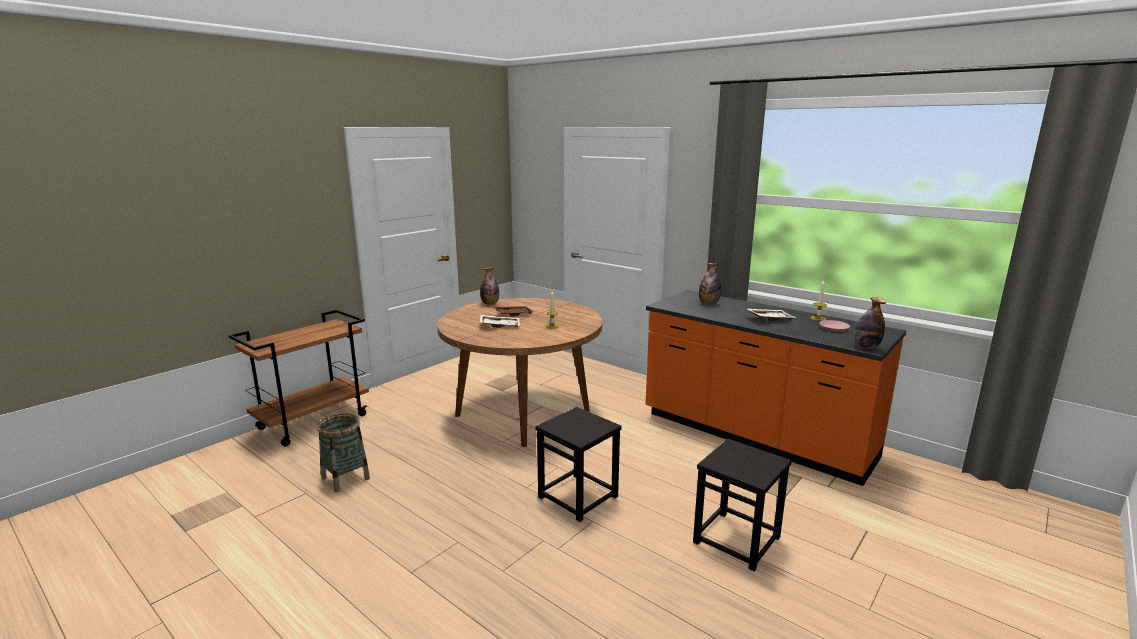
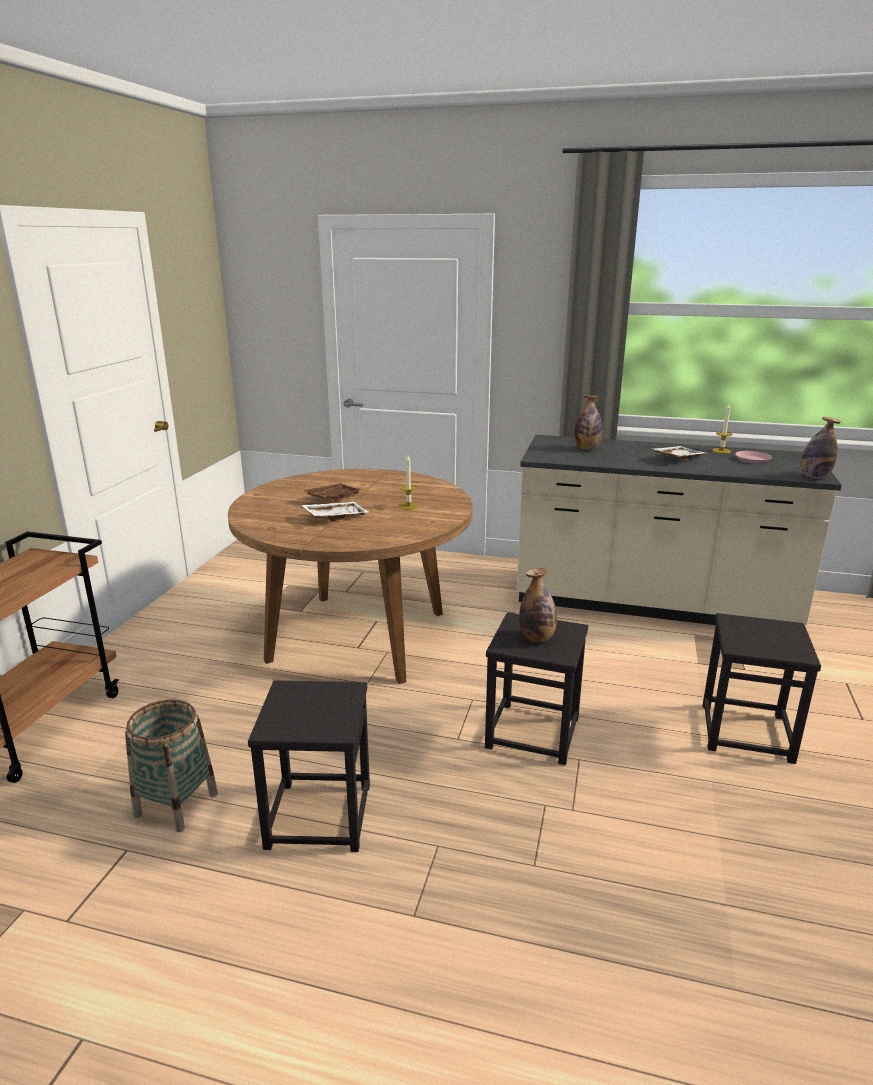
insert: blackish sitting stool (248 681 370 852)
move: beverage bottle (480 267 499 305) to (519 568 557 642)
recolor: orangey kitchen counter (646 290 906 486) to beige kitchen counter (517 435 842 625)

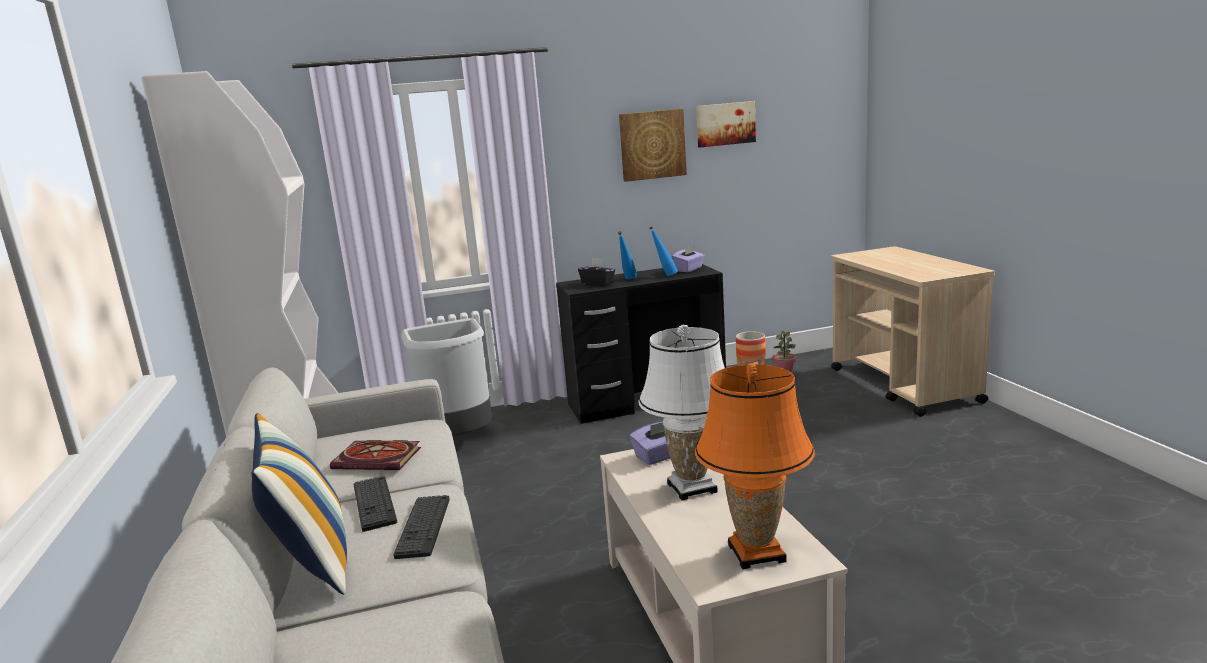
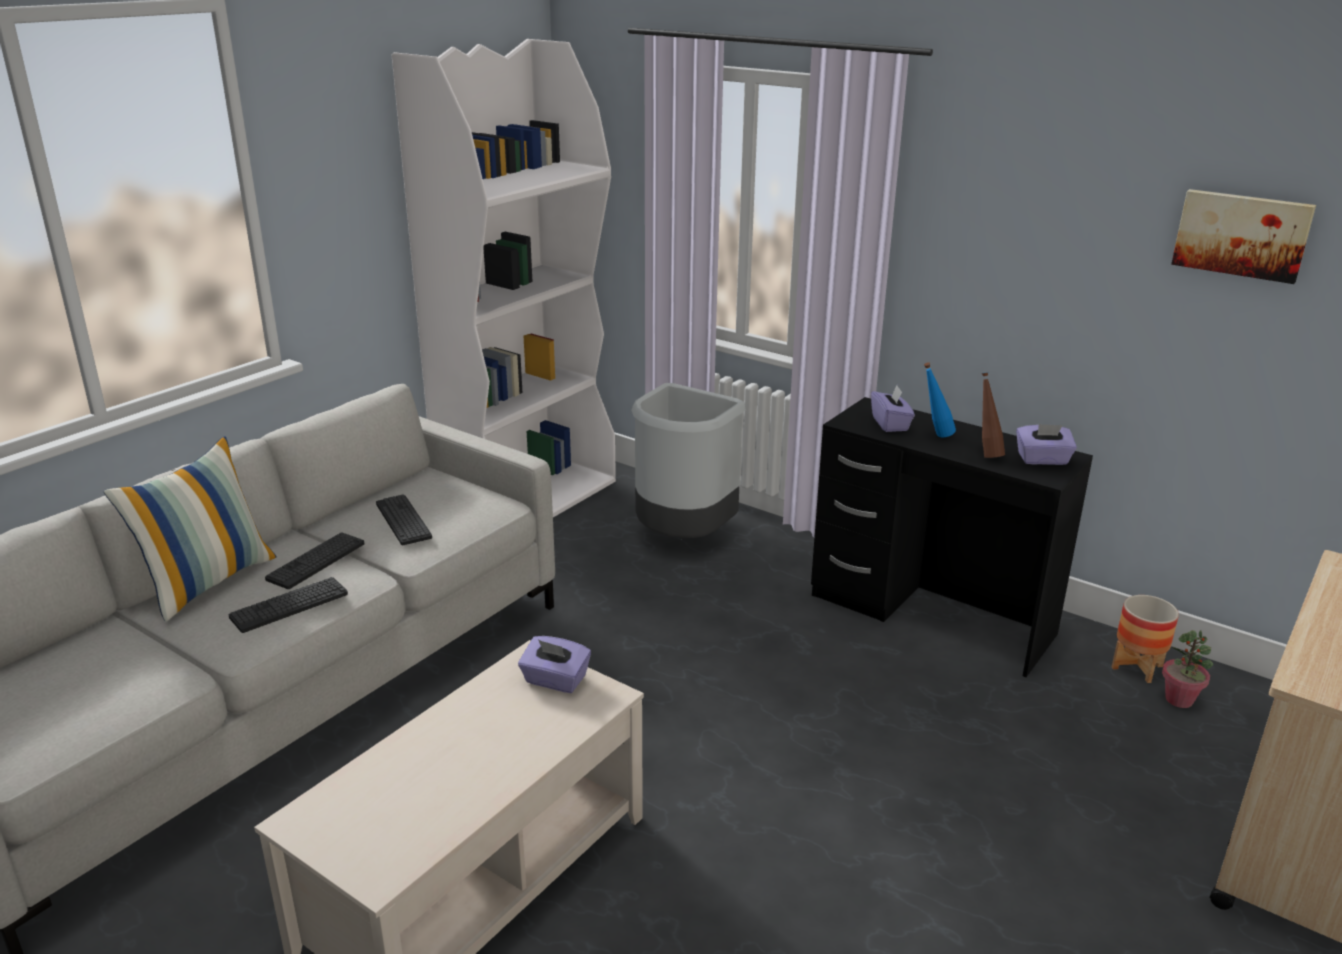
delete: picture (619 109 687 182); whitish tabletop lamp (638 325 725 501); orangey tabletop lamp (695 363 815 569)
replace: bound book (330 440 421 470) to PC keyboard (376 494 432 545)
recolor: blackish tissue holder (578 258 615 286) to purplish tissue holder (871 386 915 432); blue-coloured beverage bottle (650 226 678 276) to brown beverage bottle (982 372 1005 458)

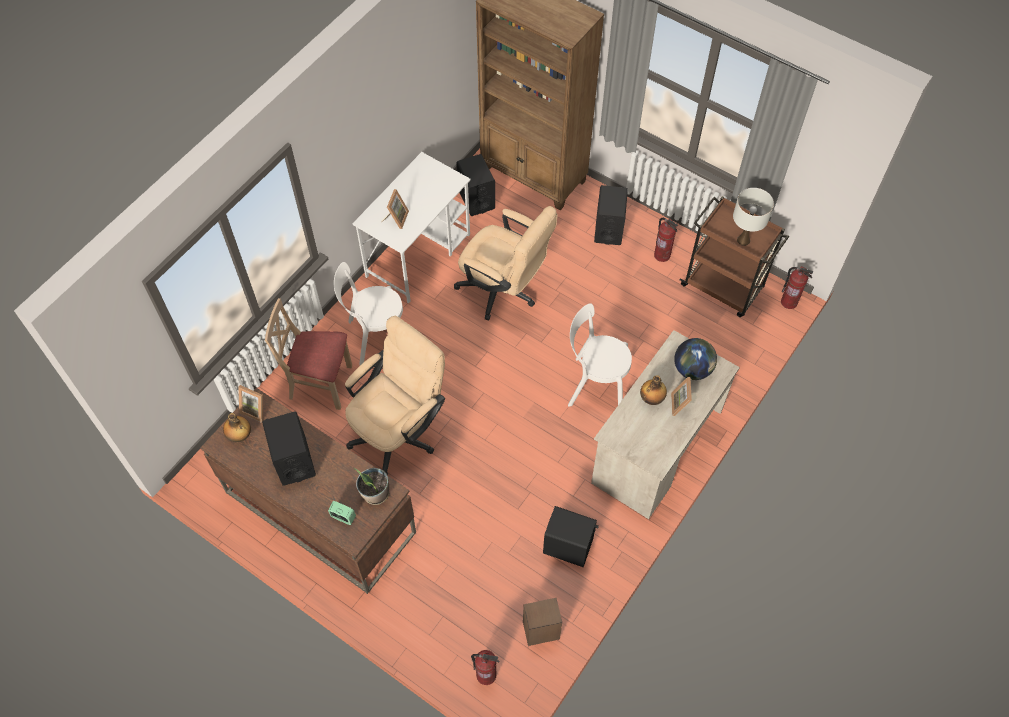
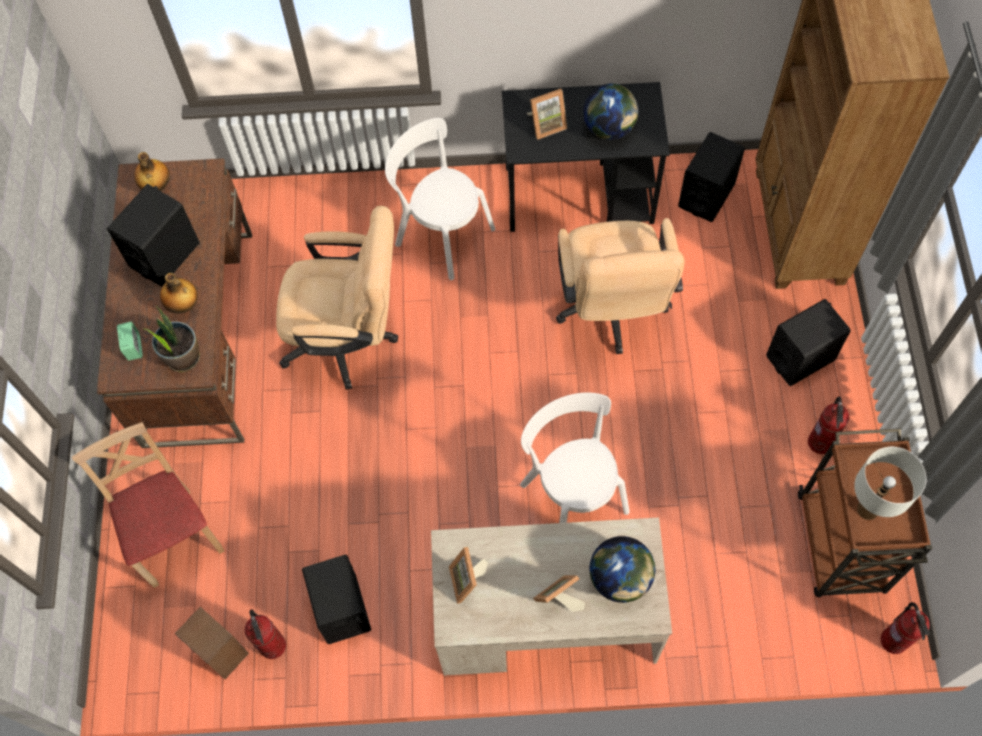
insert: desk globe (583 83 639 140)
move: beige plain chair (265 298 352 410) to (72 422 224 588); beverage bottle (640 375 667 405) to (160 273 198 314); extinguisher (471 650 499 685) to (244 609 286 659); standing frame (238 385 263 423) to (449 547 488 604)
recolor: whitish desk (352 152 471 303) to blackish desk (502 82 670 232)

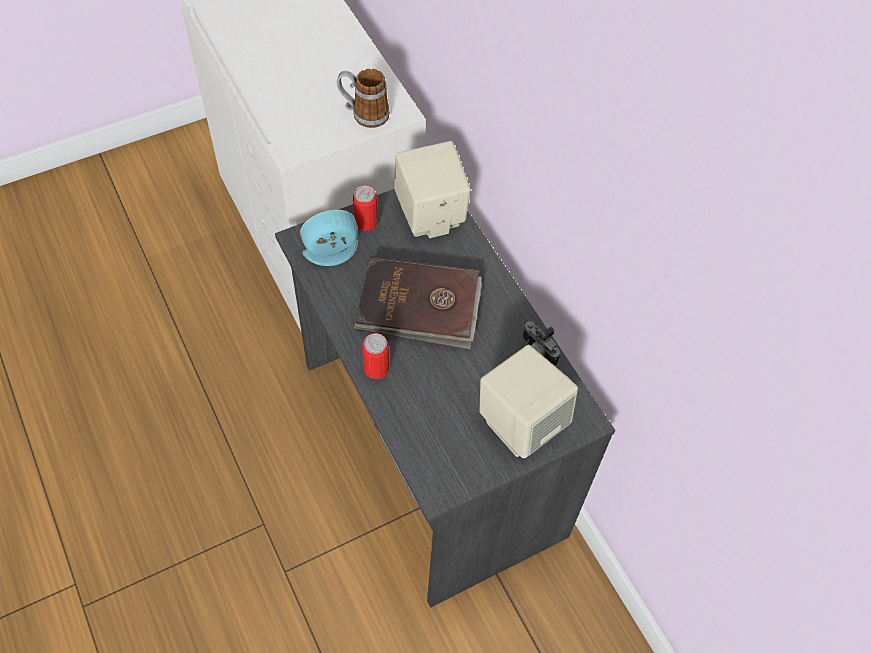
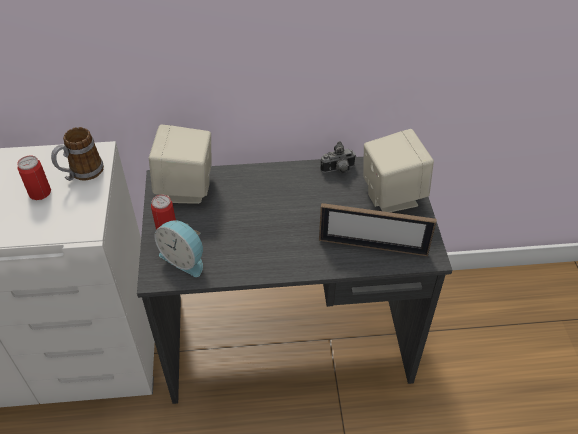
delete: brown bound book (354 256 482 349)
insert: standing frame (319 203 437 256)
move: sealed can (362 333 389 379) to (17 155 51 200)
rotate: alarm clock (300 210 358 266) = (154 220 203 277) 60 degrees counterclockwise

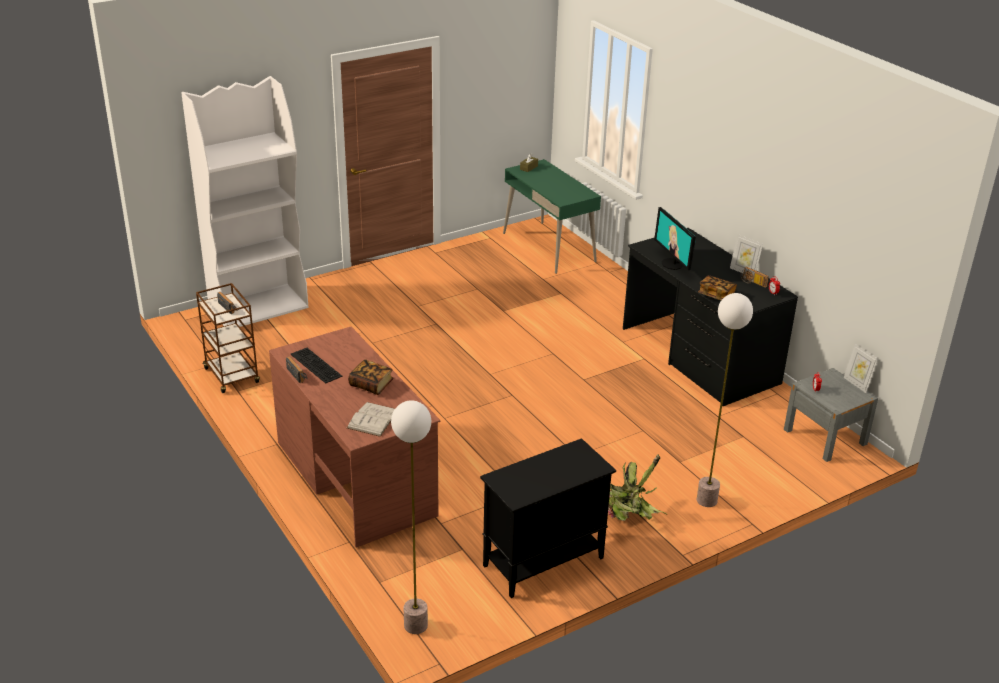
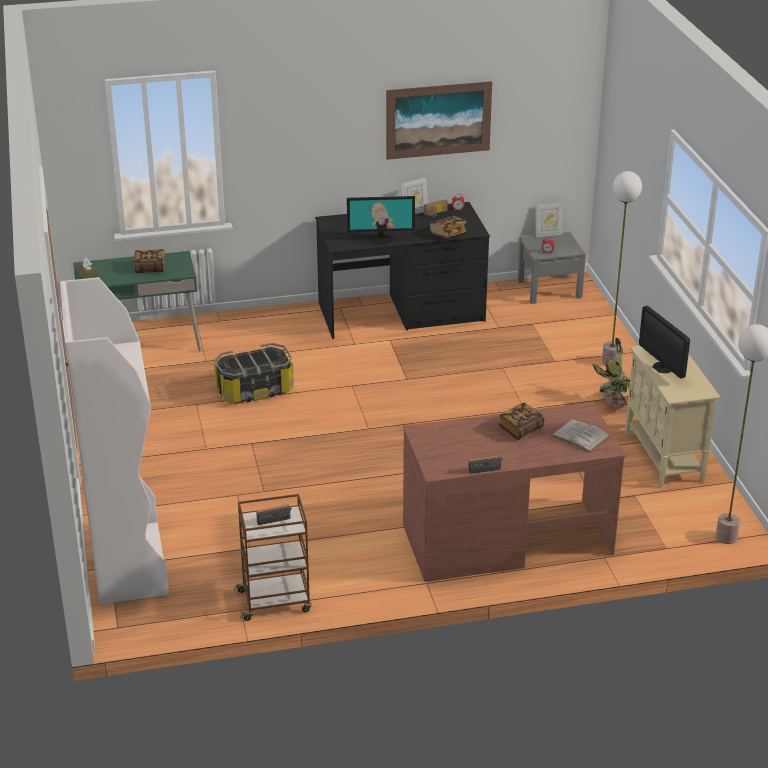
delete: PC keyboard (291 348 342 384)
insert: bound book (134 249 165 273); storage container (214 343 294 404); picture (386 81 492 160); computer display (639 306 690 378)
recolor: blackish cupboard (480 438 616 598) to beige cupboard (625 346 720 489)

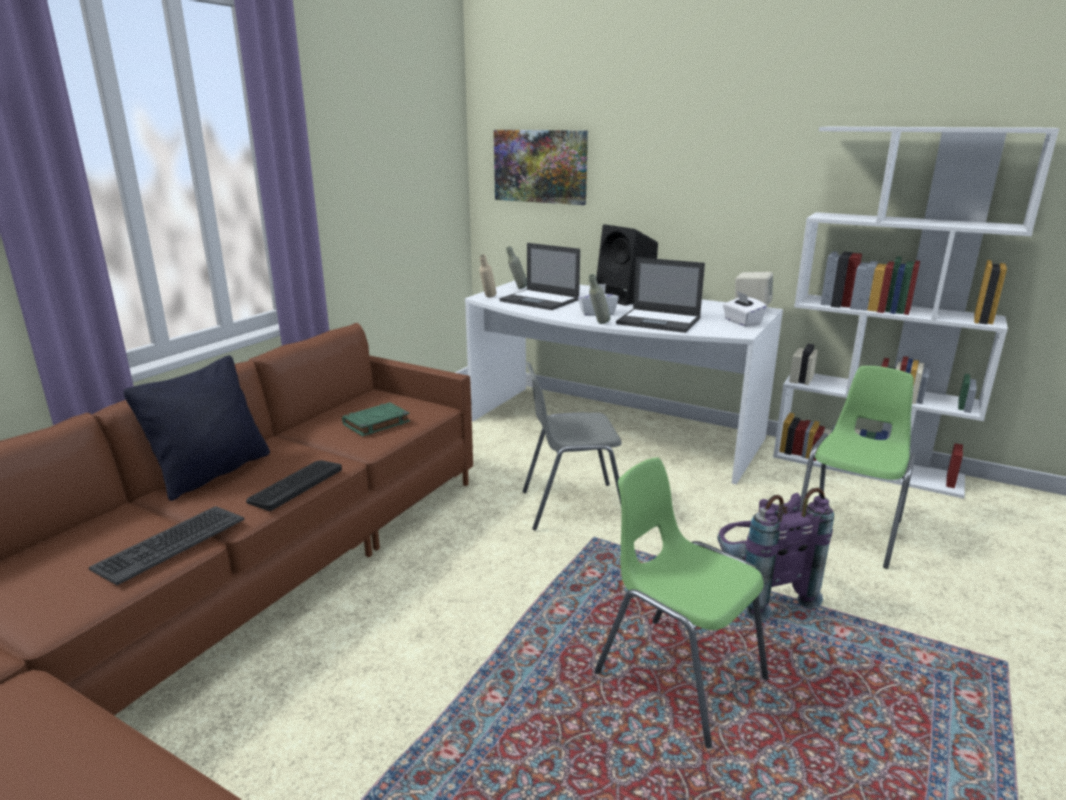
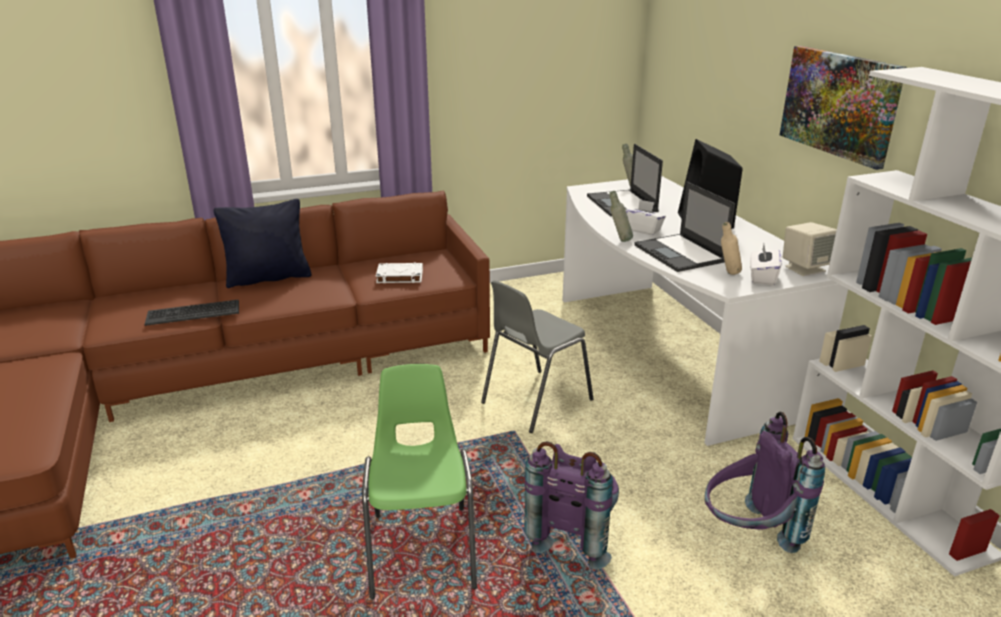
delete: PC keyboard (246 460 342 511)
move: beige beverage bottle (479 254 497 298) to (721 222 742 275); picture (494 130 588 205) to (780 46 907 170)
replace: green plain chair (799 366 916 569) to purplish knapsack (705 412 825 553)
recolor: green bound book (342 402 410 436) to whitish bound book (376 263 423 283)
rotate: grey plain chair (523 362 622 530) = (481 280 593 433) 75 degrees counterclockwise

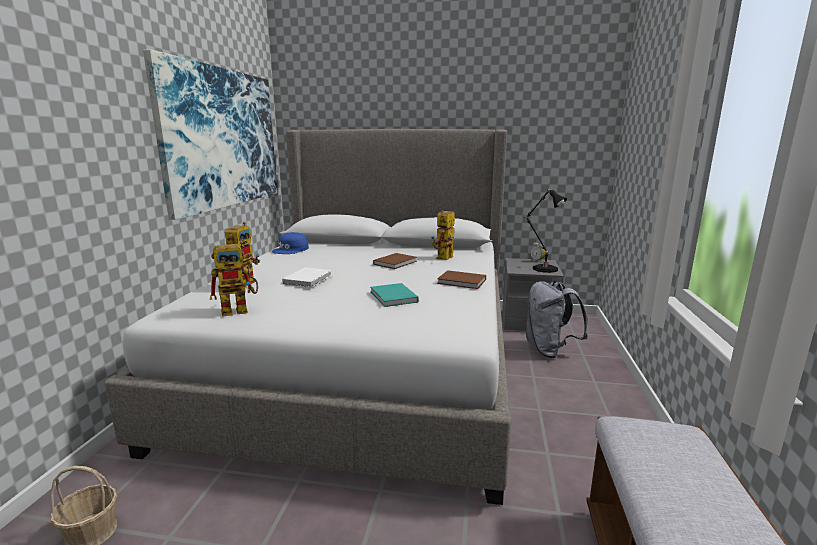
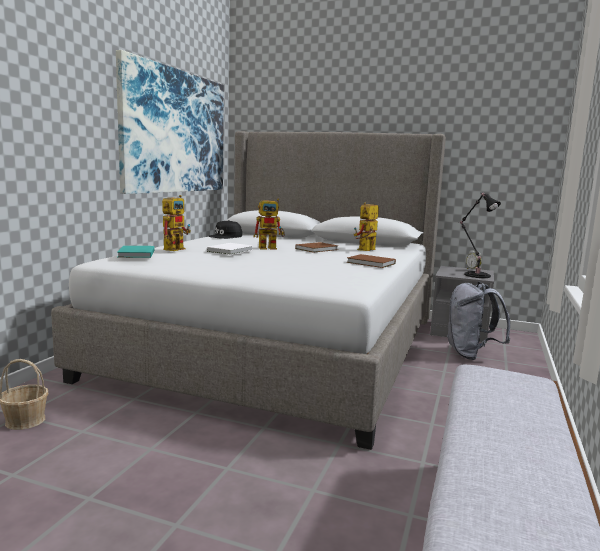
move: turquoise-coloured bound book (370 283 418 307) to (117 246 155 258); model robot (210 241 258 317) to (253 199 285 249)
recolor: blue-coloured peaked cap (272 232 309 254) to blackish peaked cap (208 220 242 239)

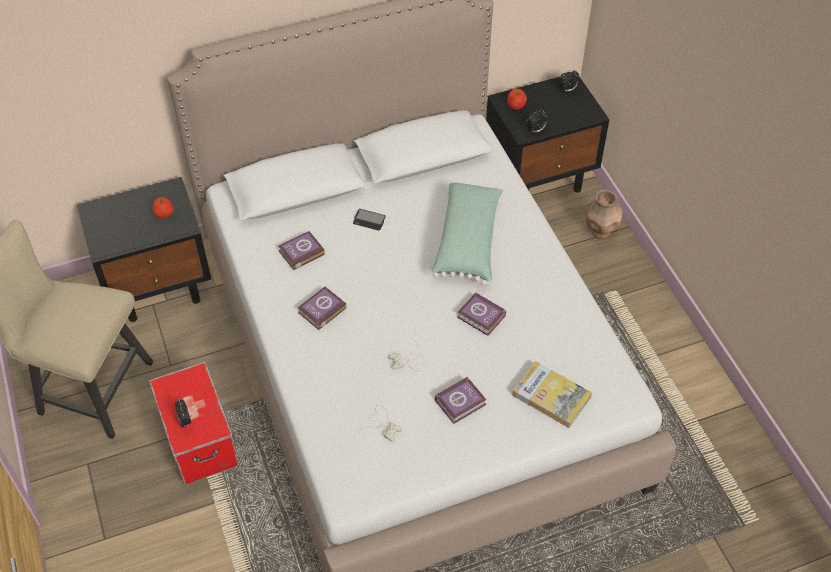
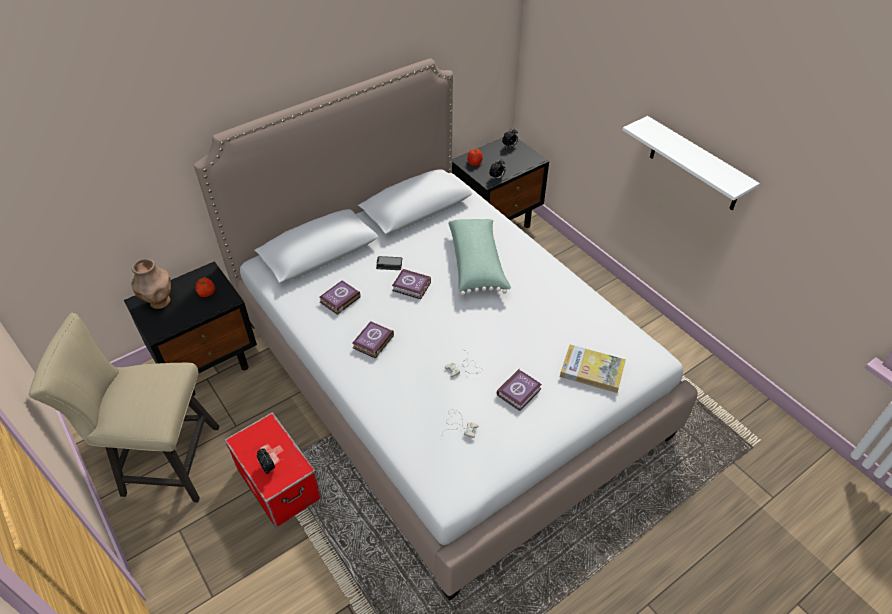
insert: whitish bracket shelf (622 116 760 210)
move: brown flower vase (586 189 623 239) to (131 258 171 309); bound book (457 292 506 336) to (392 269 431 299)

